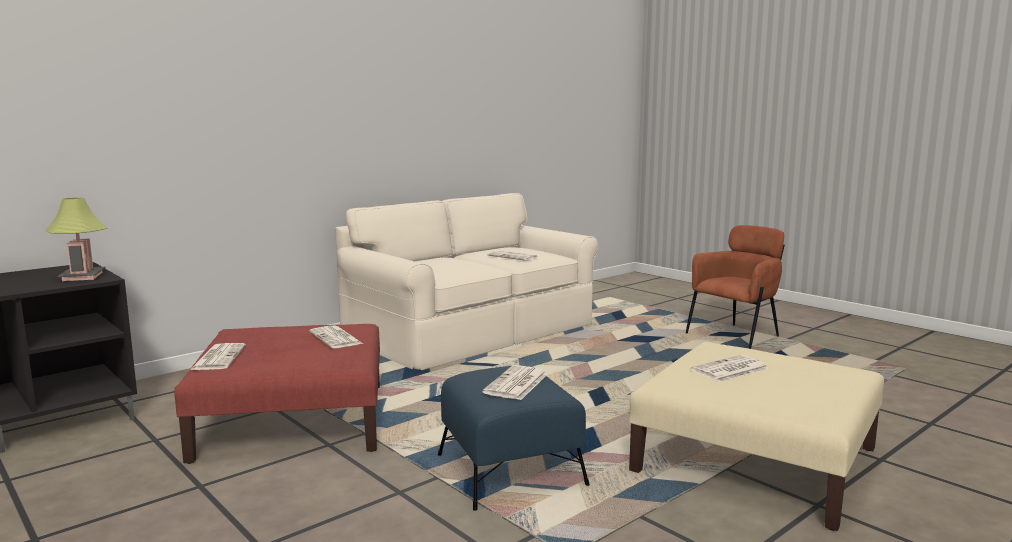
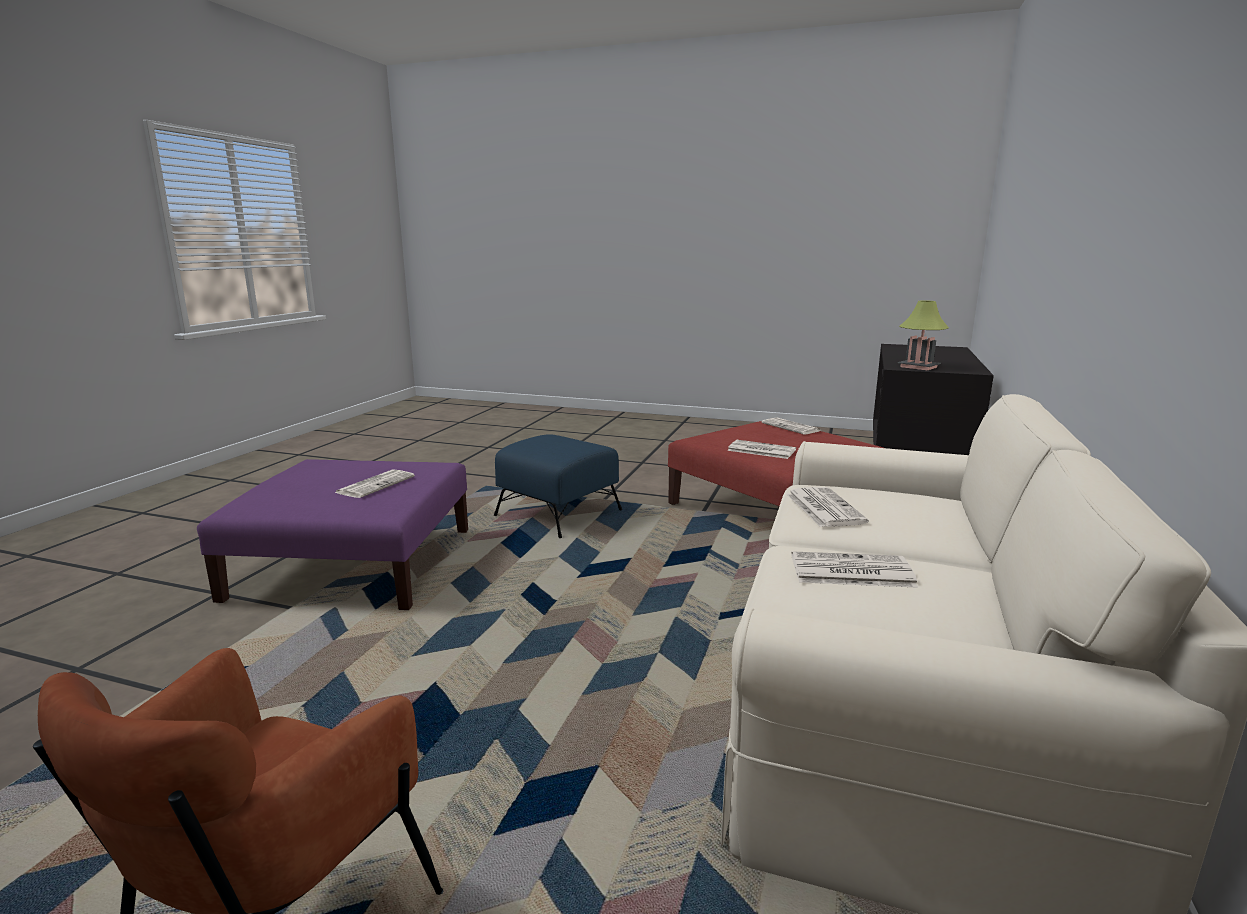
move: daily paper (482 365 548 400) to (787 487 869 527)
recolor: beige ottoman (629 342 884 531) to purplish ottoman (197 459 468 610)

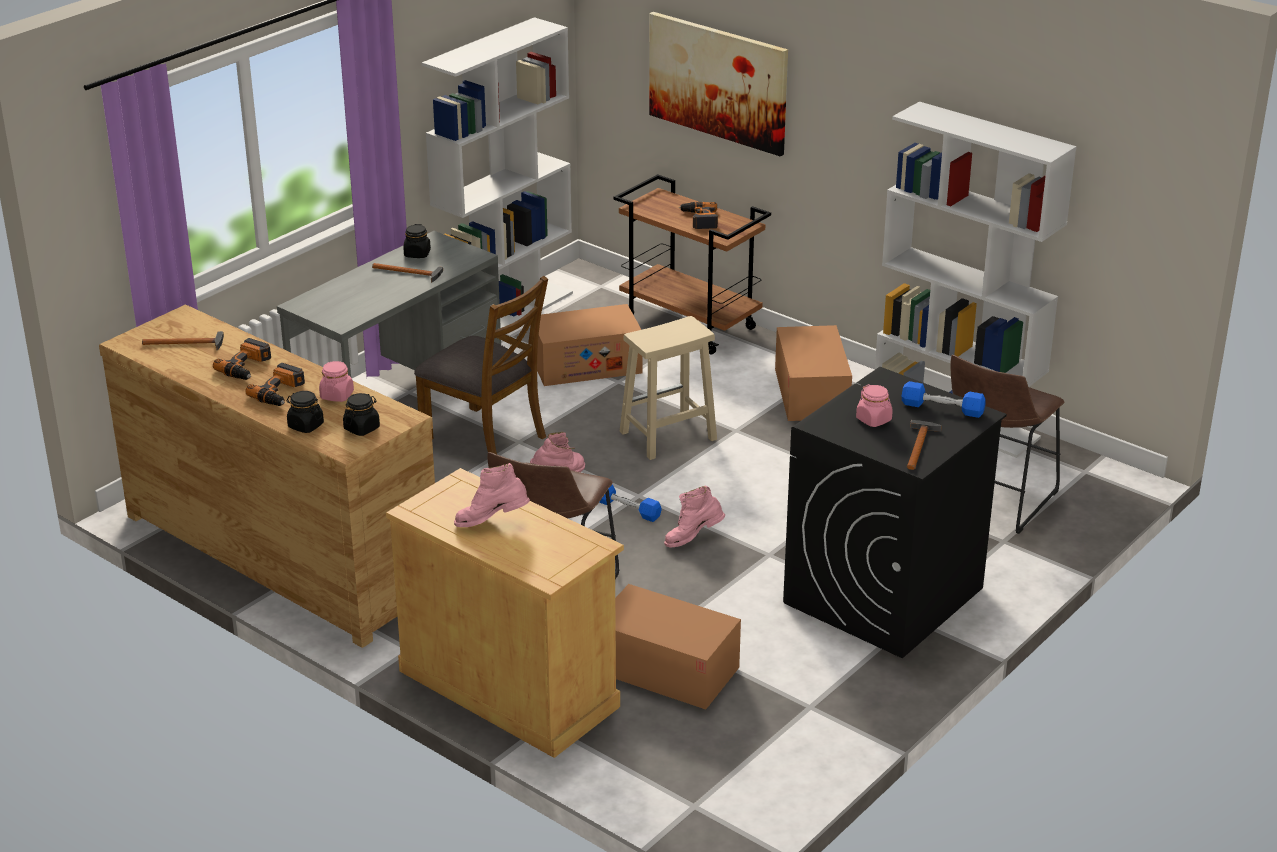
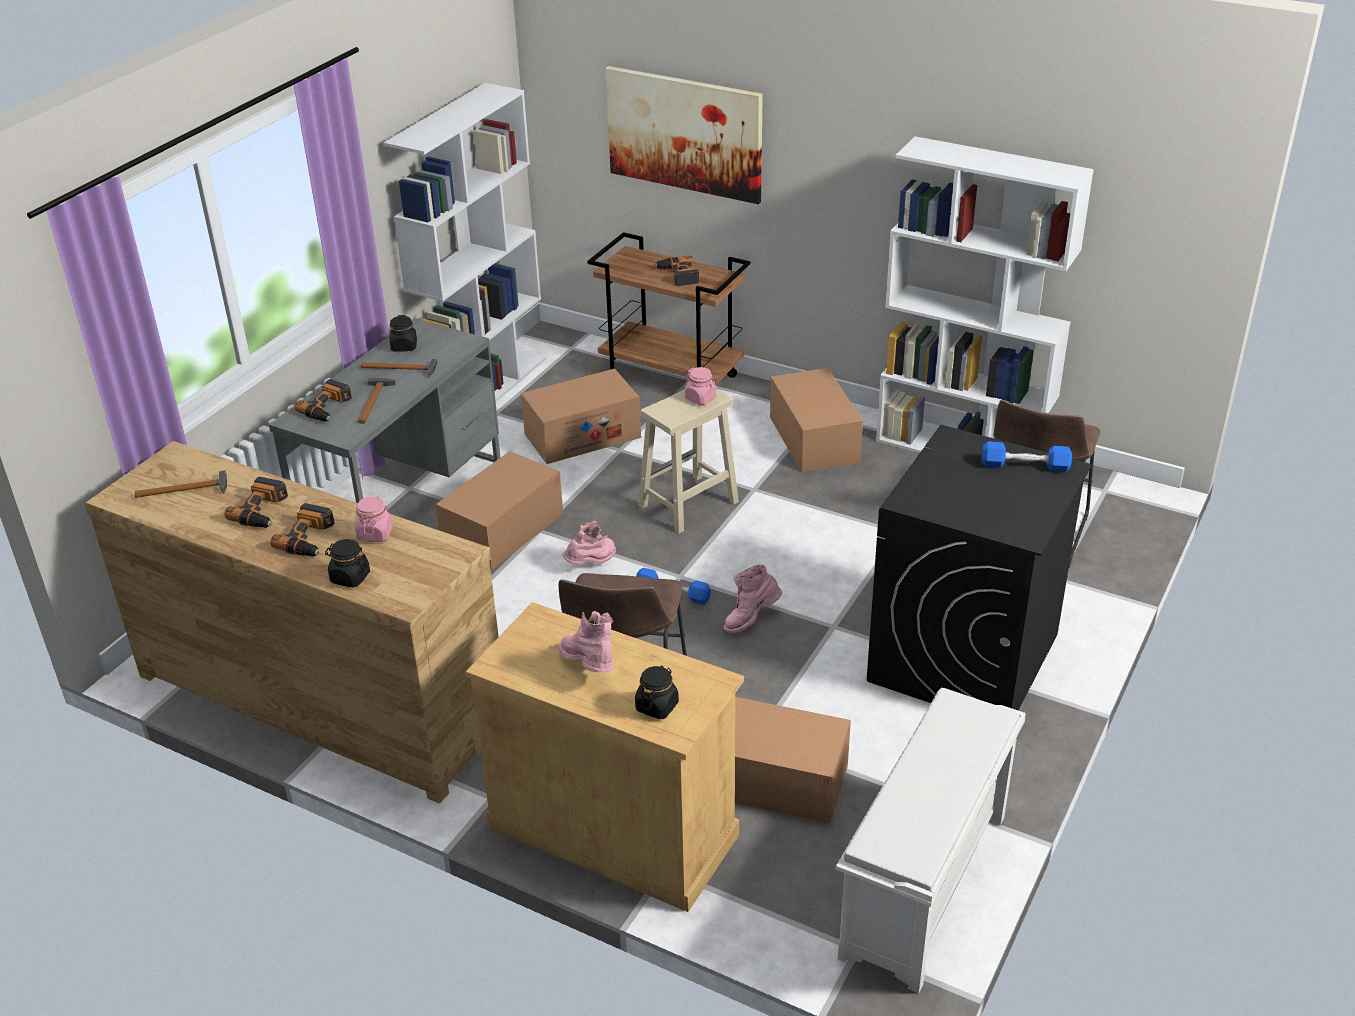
insert: power drill (295 379 352 422); whitish shoe shelf (836 688 1026 993)
move: tool hammer (907 420 942 470) to (358 378 396 424); blackish jar (343 393 380 436) to (635 665 679 719); pinkish jar (856 384 893 427) to (685 367 717 405)
replace: brown plain chair (414 276 548 454) to packing box (436 451 563 570)
rotate: pinkish tall boot (454 463 530 527) = (558 611 613 673) 75 degrees clockwise

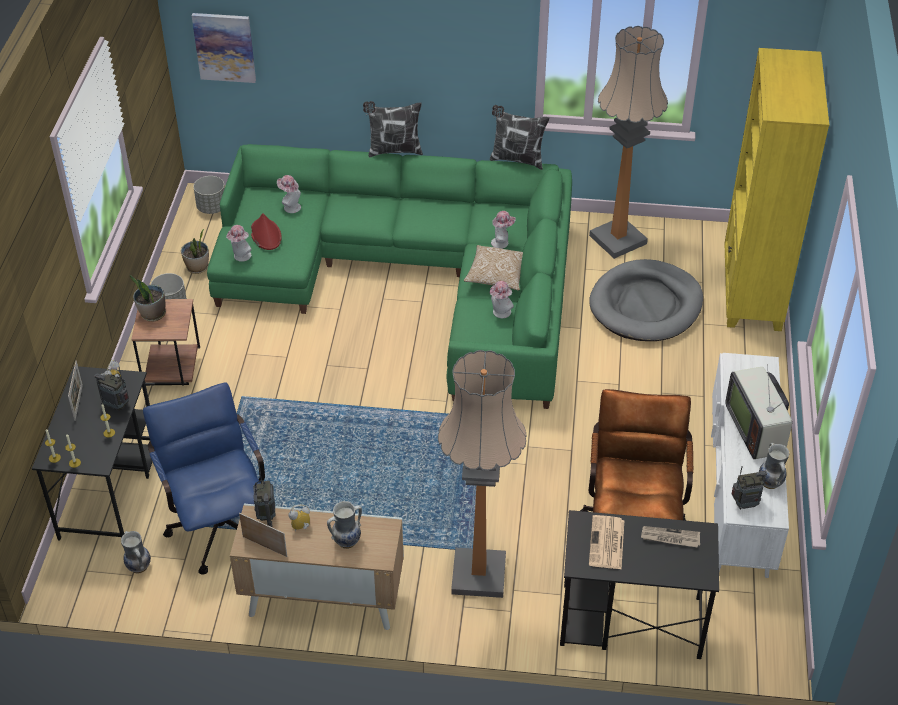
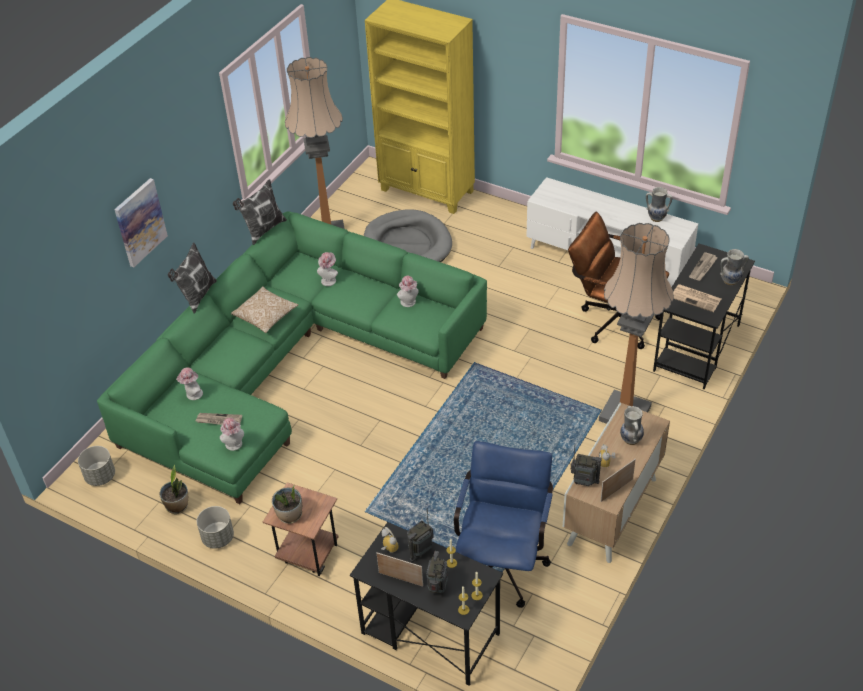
delete: TV (725 364 792 459)
move: picture (192 13 256 83) to (114 178 168 267); cushion (464 245 523 291) to (231 286 298 333); radio receiver (732 466 767 510) to (426 551 448 594); flower vase (121 531 151 573) to (720 249 749 285)
replace: red hat (251 213 282 250) to daily paper (196 413 242 425)
rotate: blue-coloured computer chair (143 382 265 575) = (454 441 553 608) 105 degrees clockwise

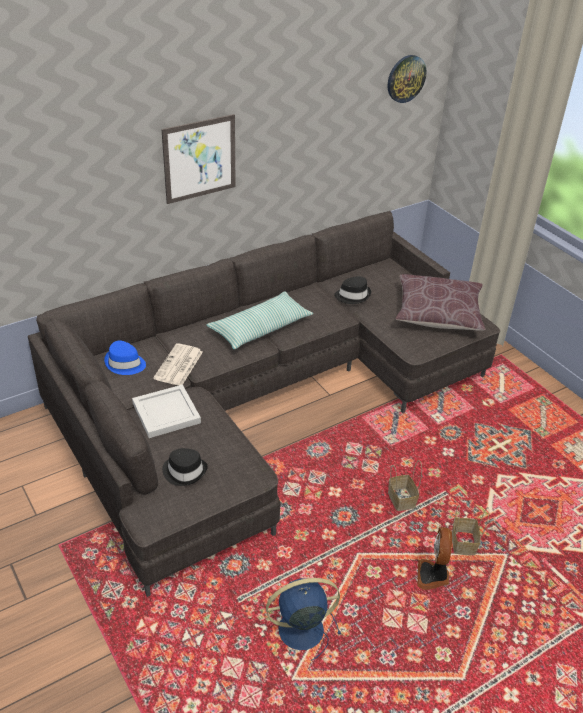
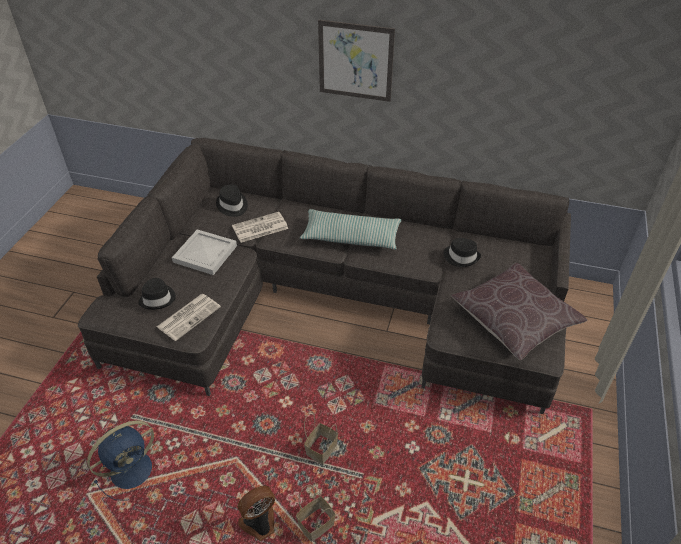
delete: wall clock (388 55 427 103)
insert: daily paper (157 294 221 341)
recolor: blue-coloured hat (104 341 146 375) to blackish hat (216 184 248 217)
rotate: blue-coloured electric fan (266 578 341 661) = (87 421 154 500) 105 degrees clockwise

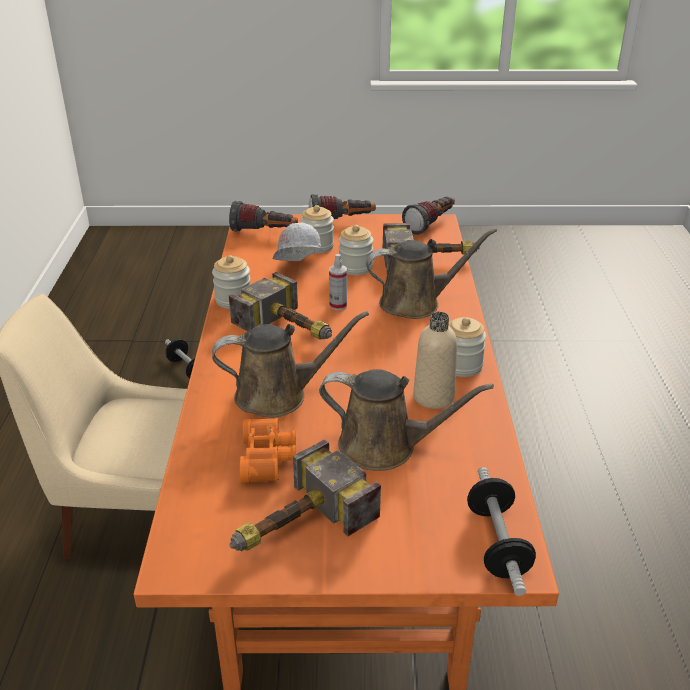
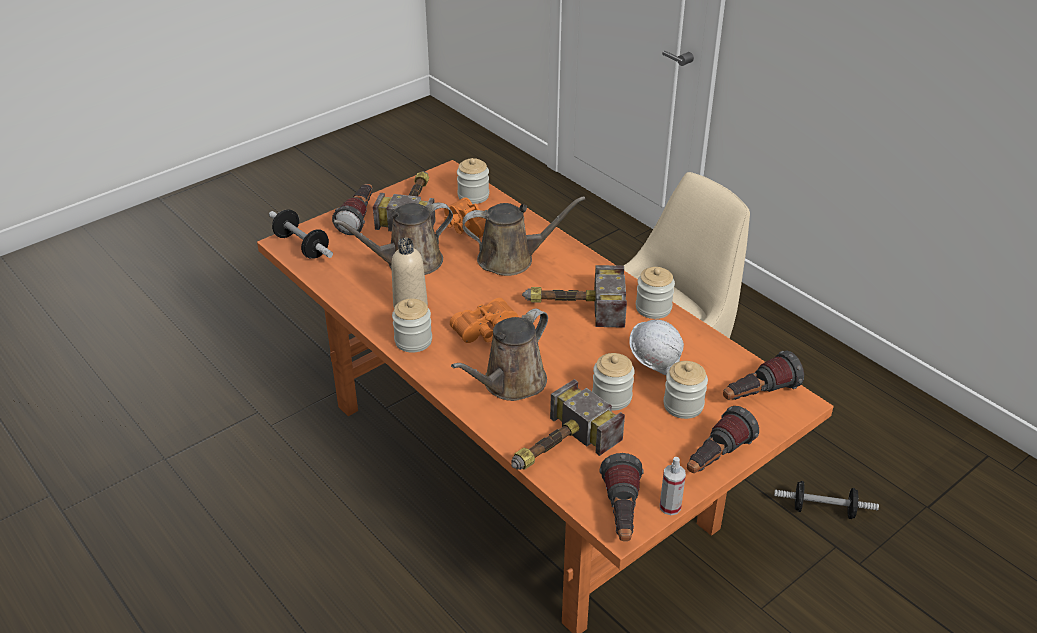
insert: flashlight (332 184 372 235); orangey pair of binoculars (450 298 518 343); jar (457 158 489 204)
move: sprayer (329 254 347 310) to (660 457 686 515)
rotate: brown watering can (212 311 369 418) = (463 196 585 276) 135 degrees counterclockwise

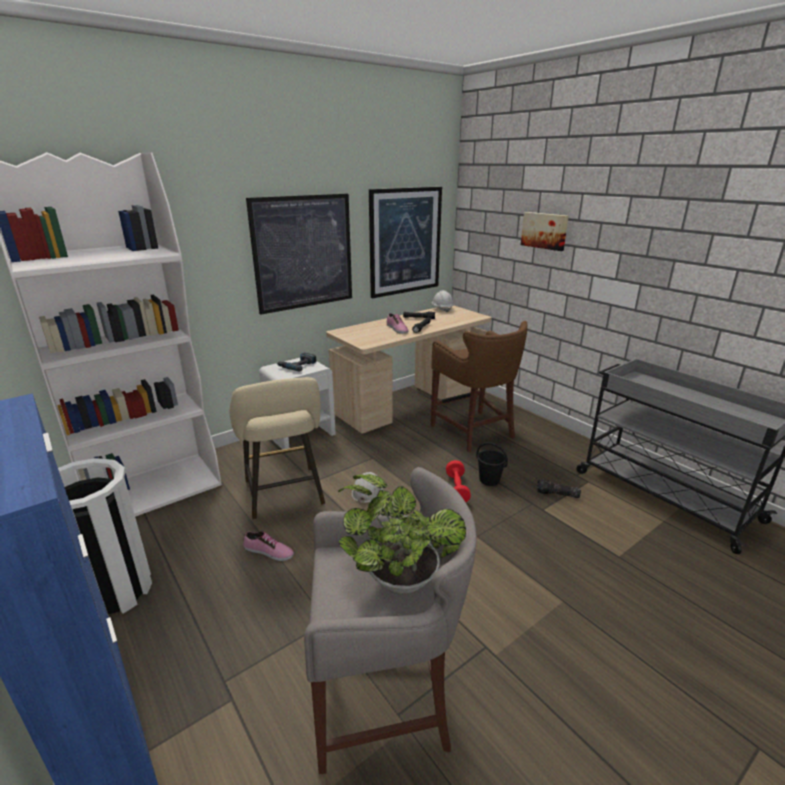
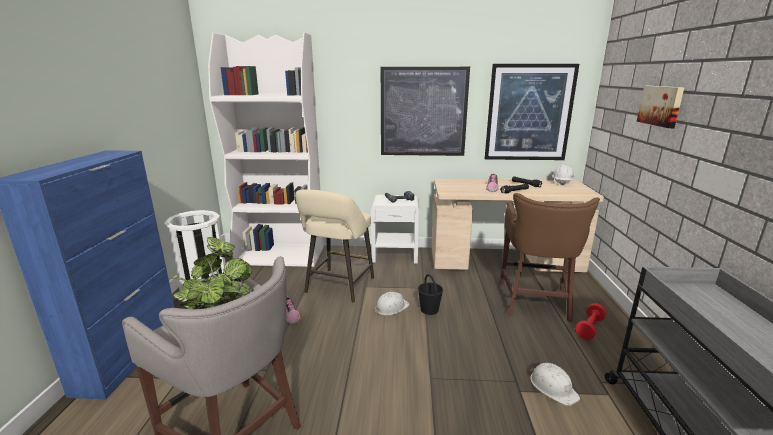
move: blackish pail (476 442 508 486) to (418 274 443 315); red free weight (446 460 471 502) to (575 303 607 340)
replace: flashlight (537 479 581 498) to whitish safety helmet (530 363 580 406)

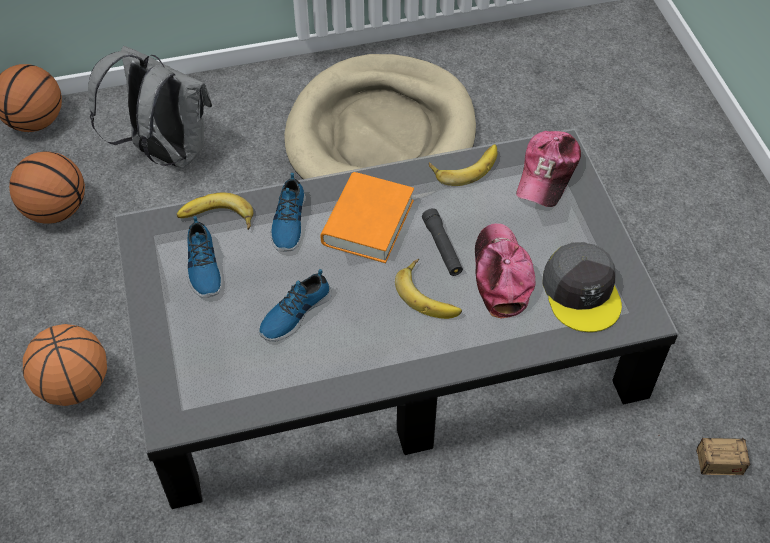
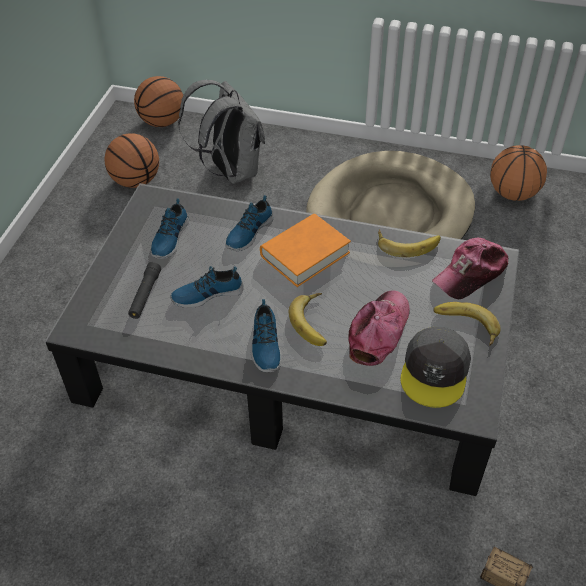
insert: shoe (250 299 282 372)
move: blackish flashlight (422 208 463 276) to (128 262 161 319); banana fruit (177 192 253 230) to (433 302 501 346); basketball (23 324 107 406) to (490 145 547 201)

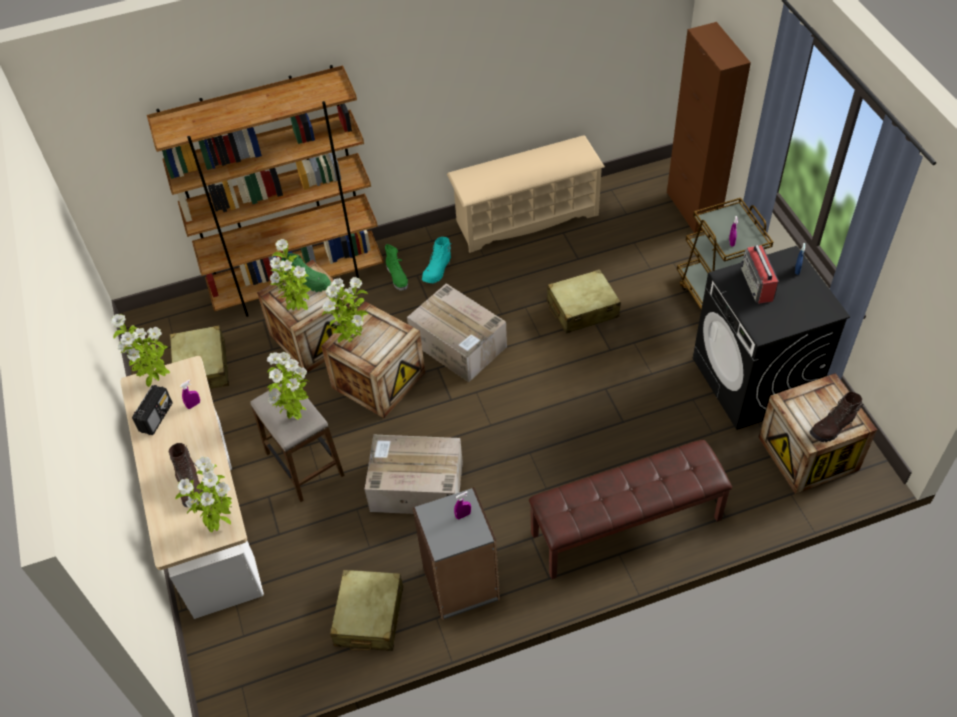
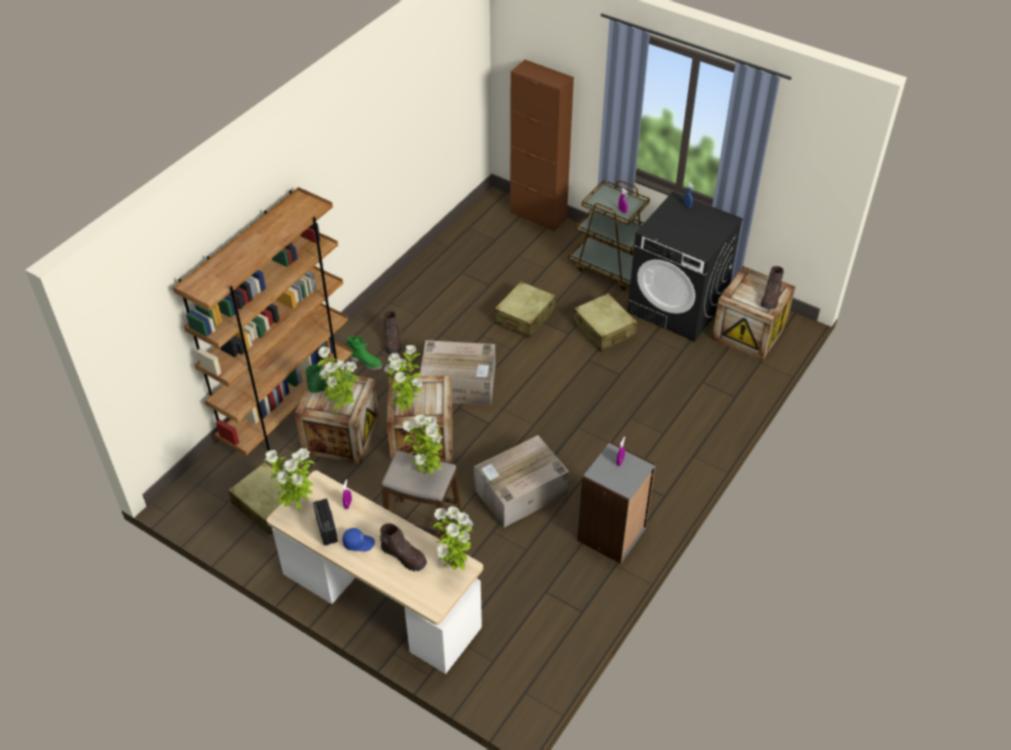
delete: beige shoe shelf (447 135 605 253); brown indoor bench (529 440 732 579); radio receiver (741 245 779 304)
insert: blue-coloured peaked cap (343 528 375 552)
move: beige travel case (330 570 403 651) to (574 293 637 351)
recolor: turquoise-coloured tall boot (422 237 452 283) to brown tall boot (383 311 402 354)

